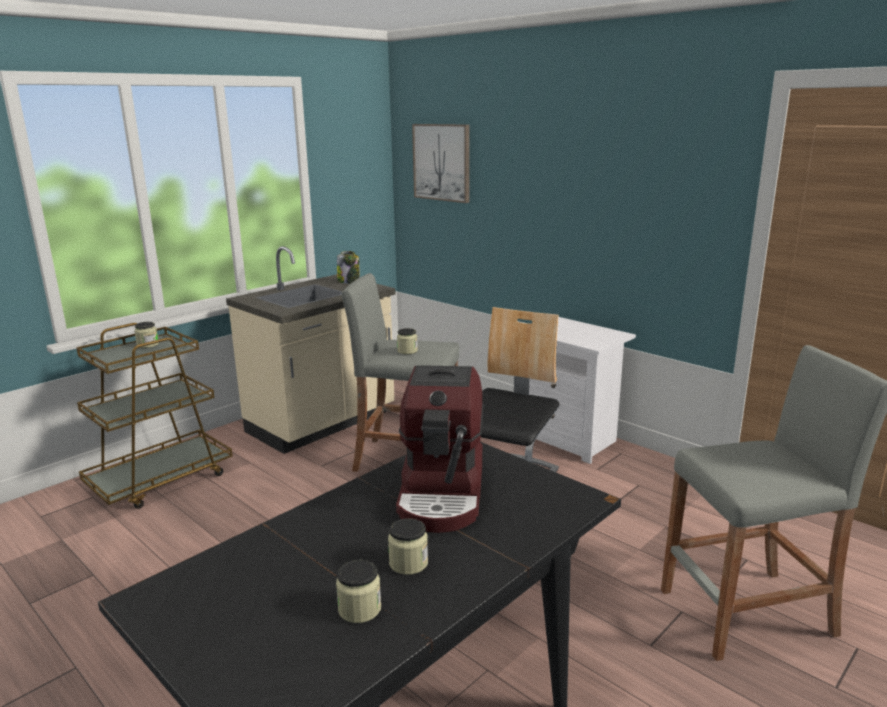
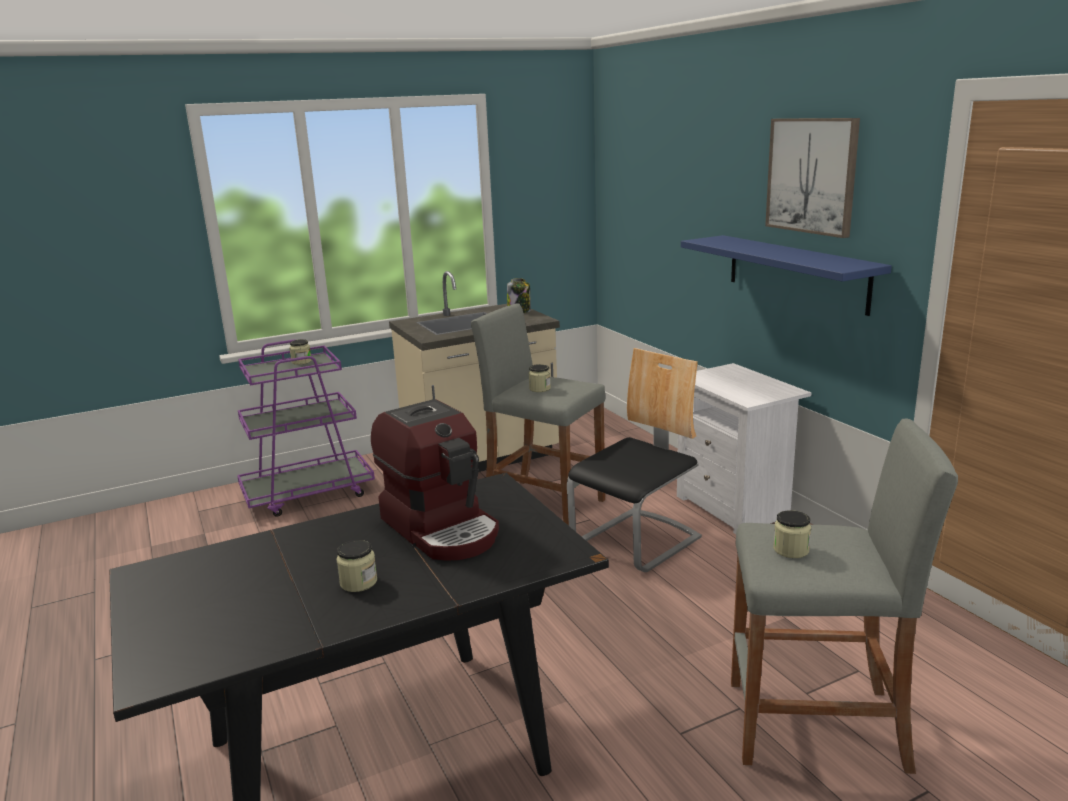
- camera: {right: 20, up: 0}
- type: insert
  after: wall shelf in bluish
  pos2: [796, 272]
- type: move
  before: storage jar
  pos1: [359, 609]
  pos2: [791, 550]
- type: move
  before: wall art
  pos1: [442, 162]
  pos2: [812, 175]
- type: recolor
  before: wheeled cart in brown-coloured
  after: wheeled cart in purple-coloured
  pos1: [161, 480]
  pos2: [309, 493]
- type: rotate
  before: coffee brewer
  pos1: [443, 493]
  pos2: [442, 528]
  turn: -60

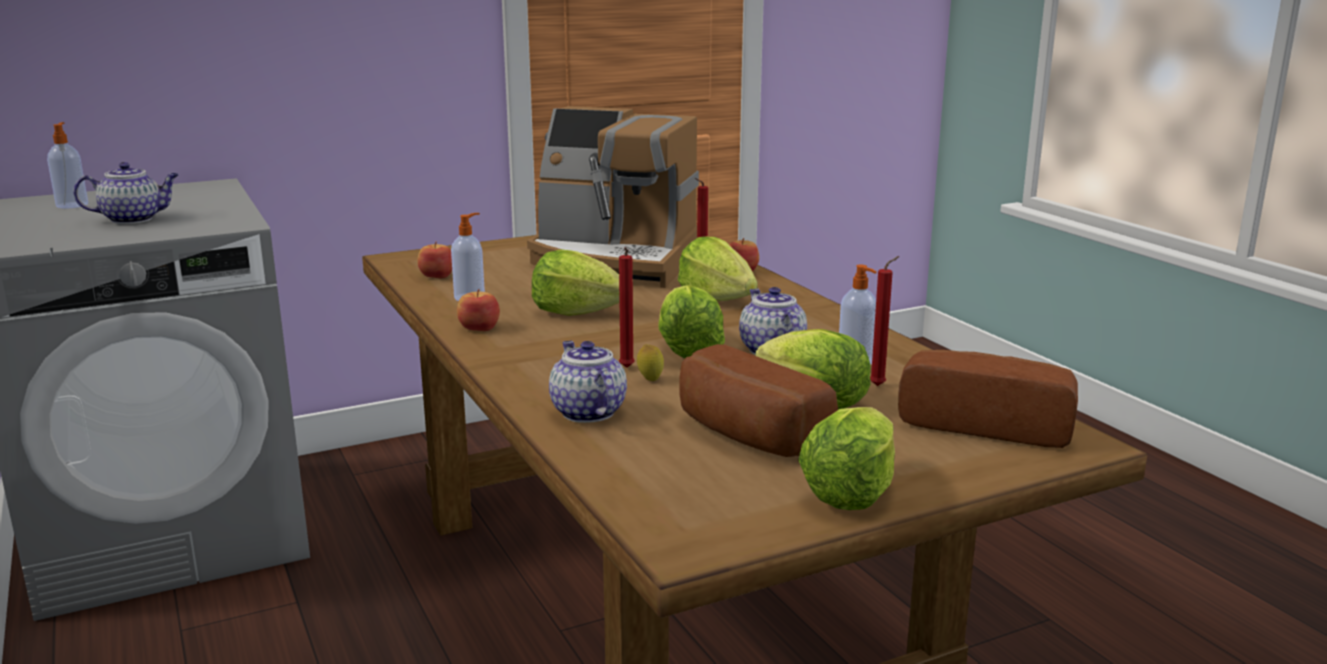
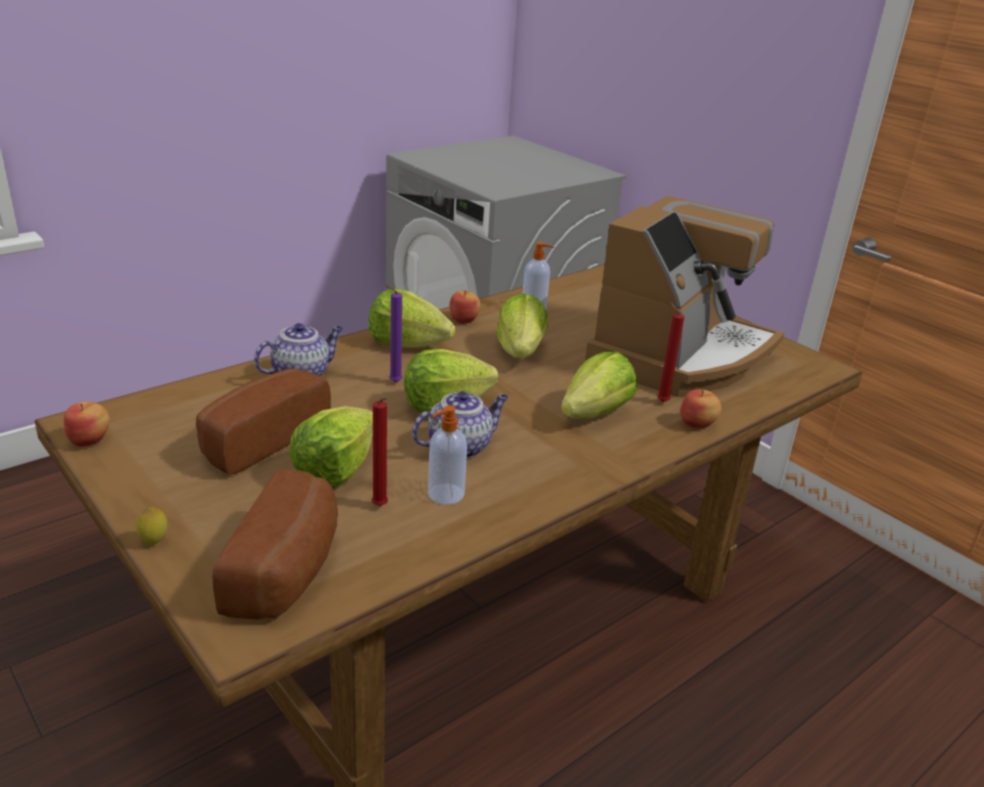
- camera: {right: 75, up: 10}
- type: delete
  before: soap dispenser
  pos1: [72, 205]
- type: delete
  before: pot for tea
  pos1: [134, 219]
- type: move
  before: whole apple
  pos1: [437, 276]
  pos2: [90, 440]
- type: move
  before: lemon
  pos1: [650, 379]
  pos2: [154, 542]
- type: move
  before: head of lettuce
  pos1: [851, 492]
  pos2: [407, 344]
- type: recolor
  before: wax candle in red
  after: wax candle in purple-coloured
  pos1: [626, 368]
  pos2: [393, 382]
- type: rotate
  before: coffee brewer
  pos1: [615, 261]
  pos2: [679, 356]
  turn: -150

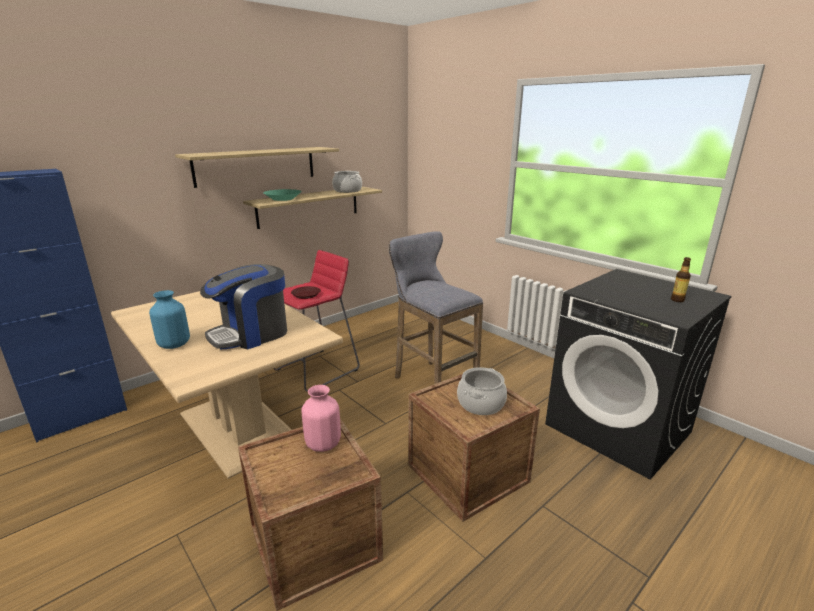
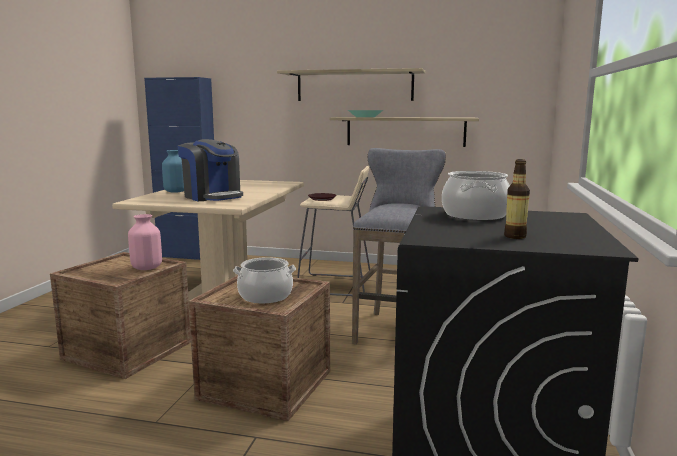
- camera: {right: 55, up: -10}
- type: move
  before: saucepot
  pos1: [347, 190]
  pos2: [474, 215]
- type: recolor
  before: sitting stool in red
  after: sitting stool in beige
  pos1: [317, 370]
  pos2: [335, 285]
- type: rotate
  before: coffee brewer
  pos1: [251, 334]
  pos2: [212, 197]
  turn: -150

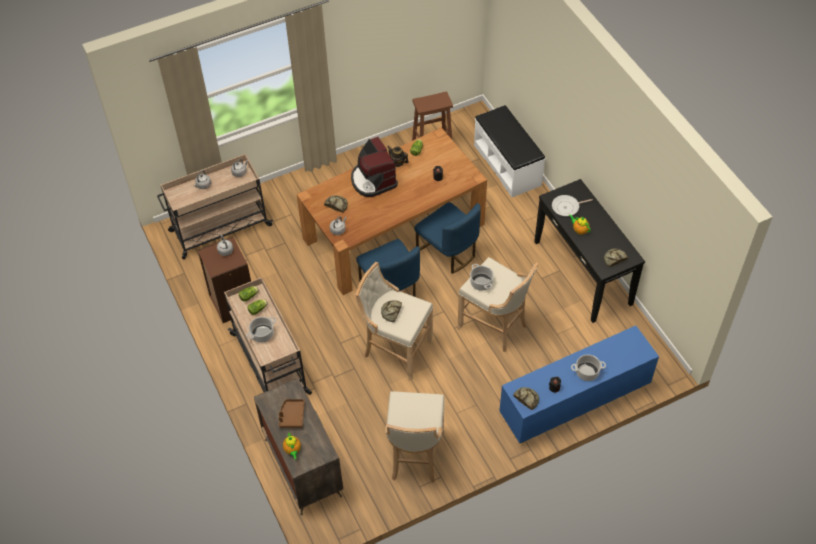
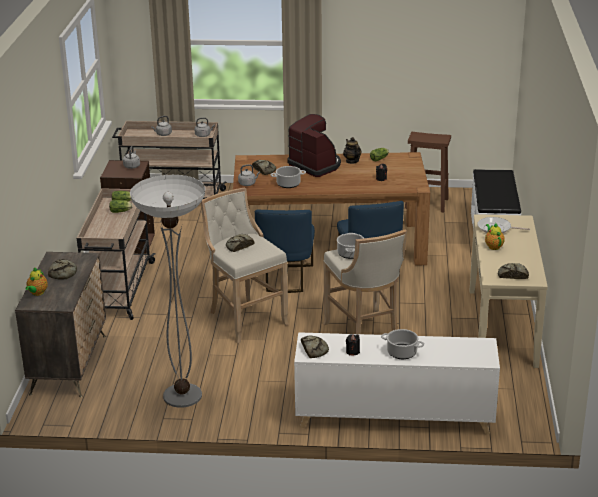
- camera: {right: 30, up: -25}
- type: move
  before: saucepot
  pos1: [262, 334]
  pos2: [288, 184]
- type: replace
  before: serving tray in brown-coloured
  after: bread
  pos1: [292, 416]
  pos2: [64, 273]
- type: replace
  before: sitting stool in beige
  after: standing lamp
  pos1: [415, 457]
  pos2: [182, 396]
- type: recolor
  before: cupboard in bluish
  after: cupboard in white
  pos1: [574, 403]
  pos2: [393, 417]
- type: recolor
  before: hall table in black-coloured
  after: hall table in beige
  pos1: [583, 272]
  pos2: [503, 327]
- type: rotate
  before: coffee brewer
  pos1: [373, 180]
  pos2: [315, 165]
  turn: 135

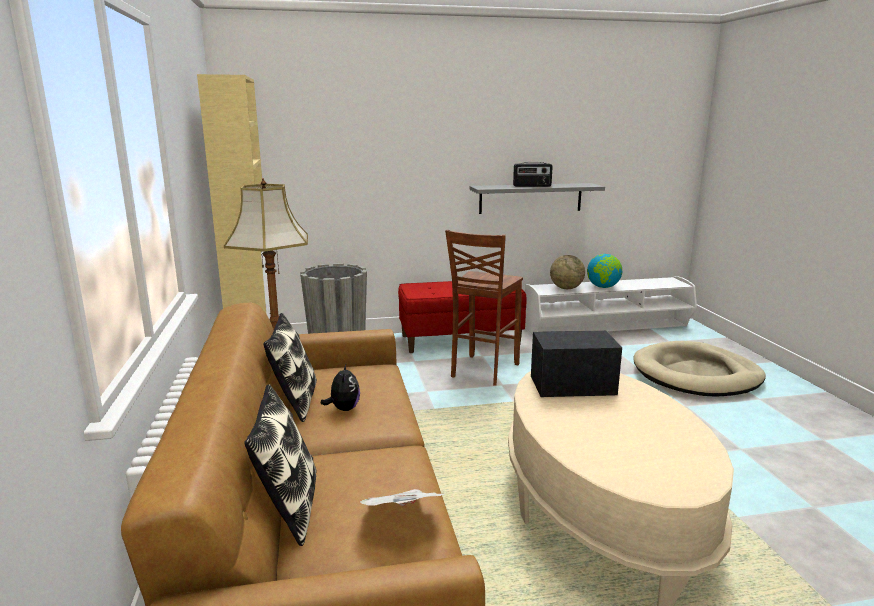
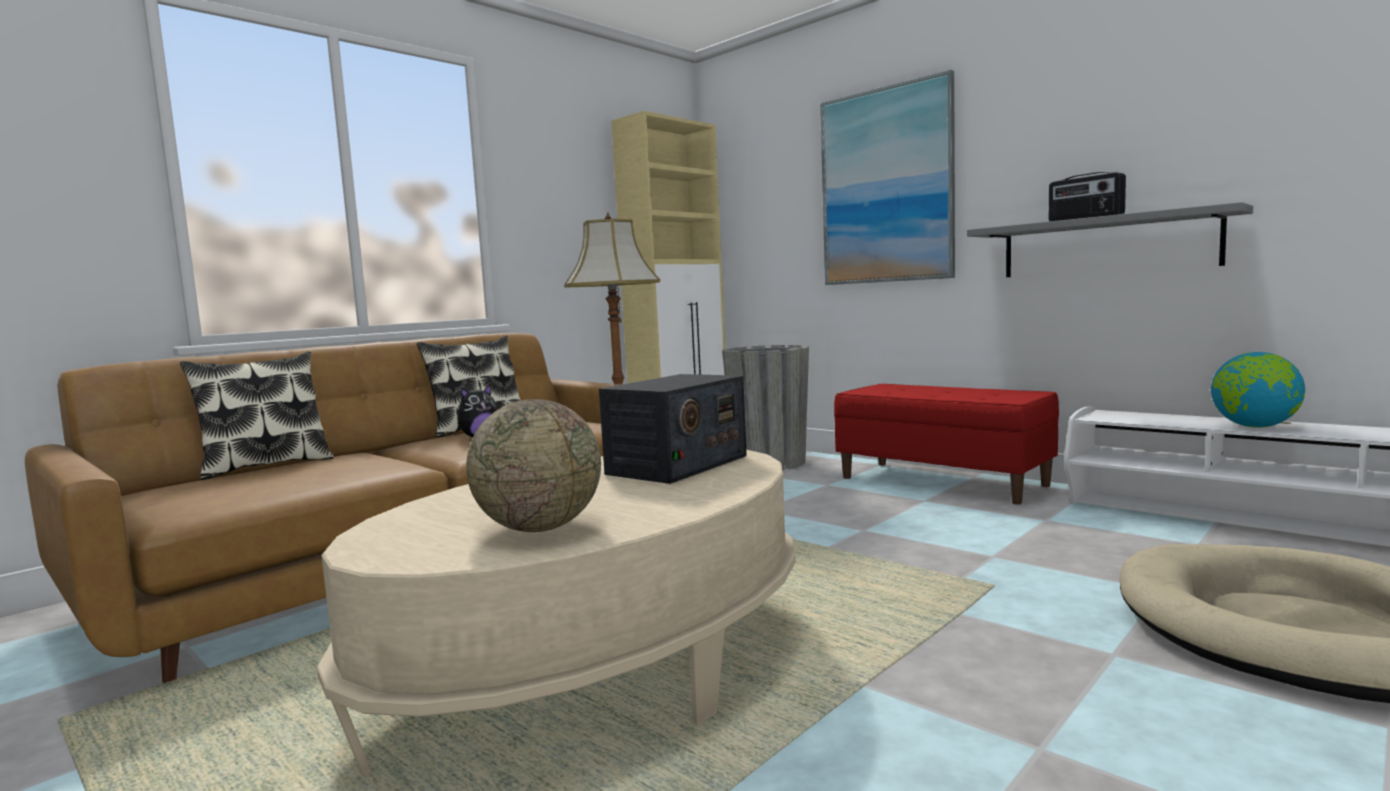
- camera: {right: 55, up: -10}
- type: delete
  before: daily paper
  pos1: [403, 517]
- type: delete
  before: sitting stool in brown-coloured
  pos1: [482, 371]
- type: insert
  after: wall art
  pos2: [886, 186]
- type: move
  before: world globe
  pos1: [566, 288]
  pos2: [539, 528]
- type: rotate
  before: radio set
  pos1: [573, 385]
  pos2: [677, 465]
  turn: 75

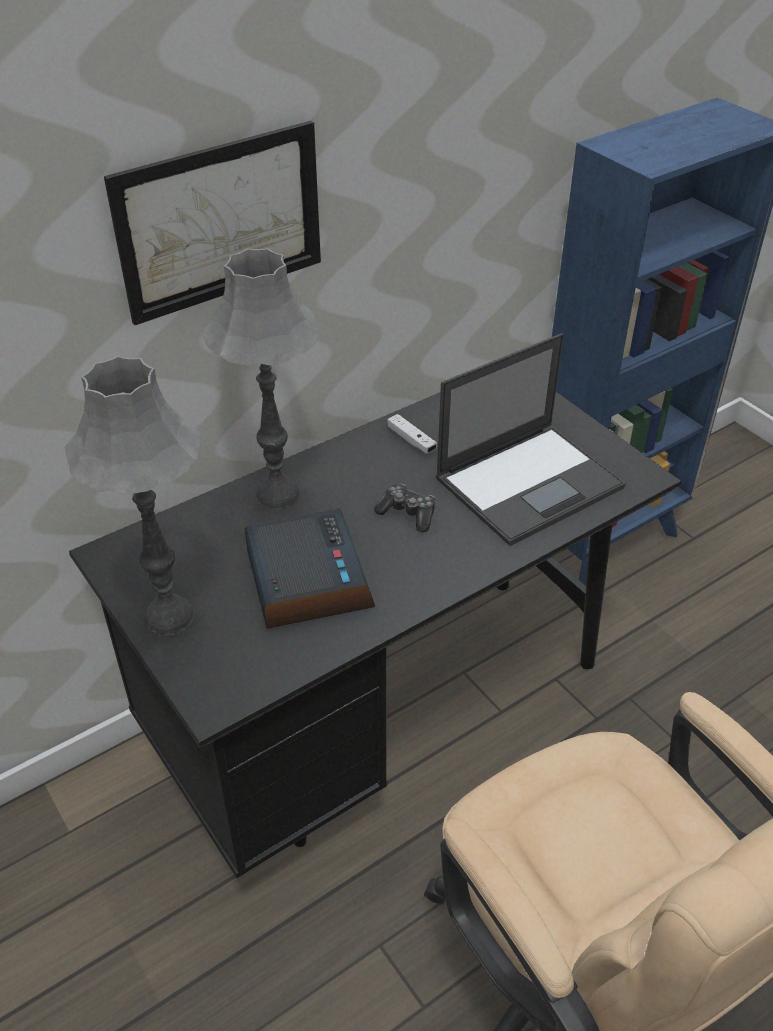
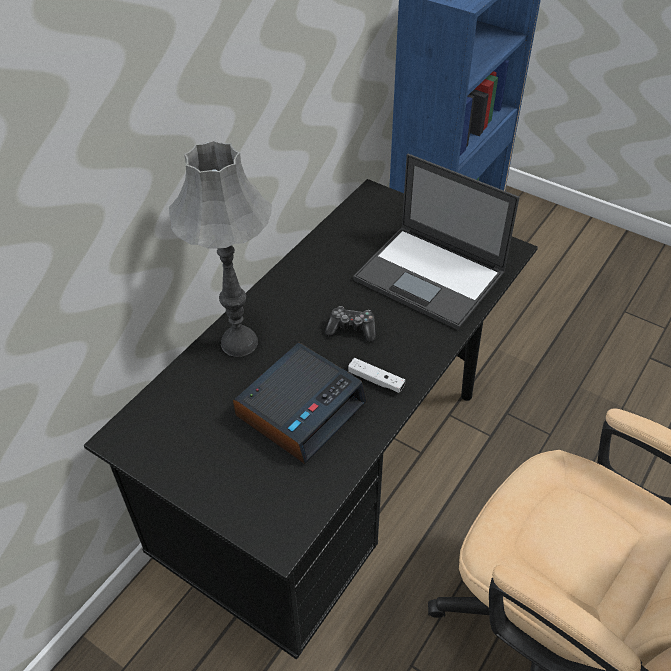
- camera: {right: -20, up: 5}
- type: delete
  before: tabletop lamp in grey
  pos1: [169, 618]
- type: delete
  before: wall art
  pos1: [220, 222]
- type: move
  before: joypad in white
  pos1: [411, 440]
  pos2: [376, 380]
- type: rotate
  before: table clock
  pos1: [306, 579]
  pos2: [300, 408]
  turn: 75
- type: rotate
  before: notebook computer
  pos1: [530, 482]
  pos2: [431, 277]
  turn: 90

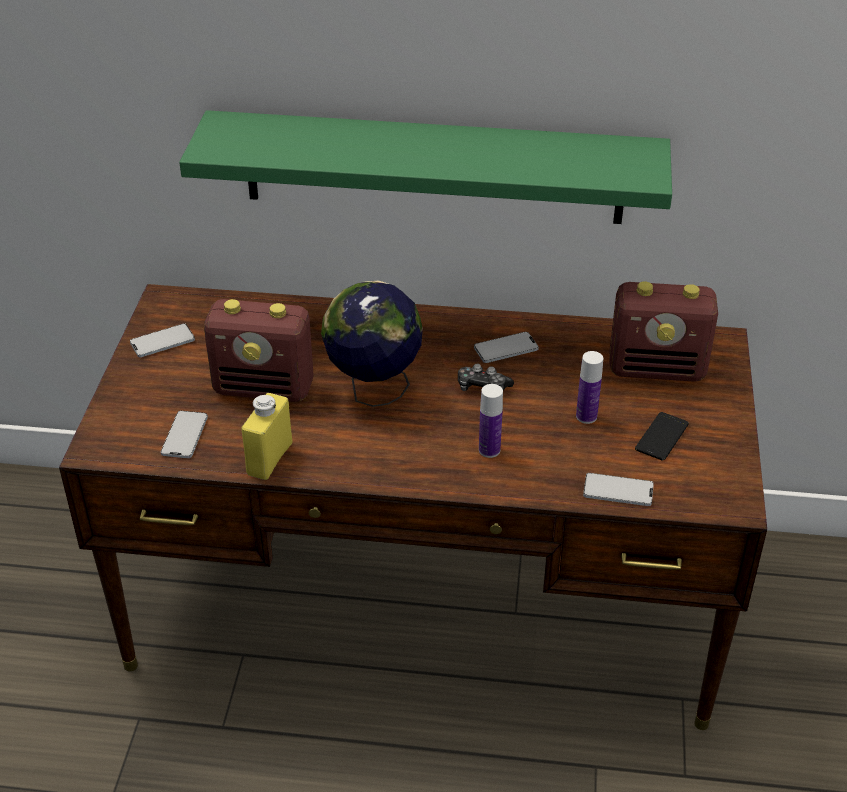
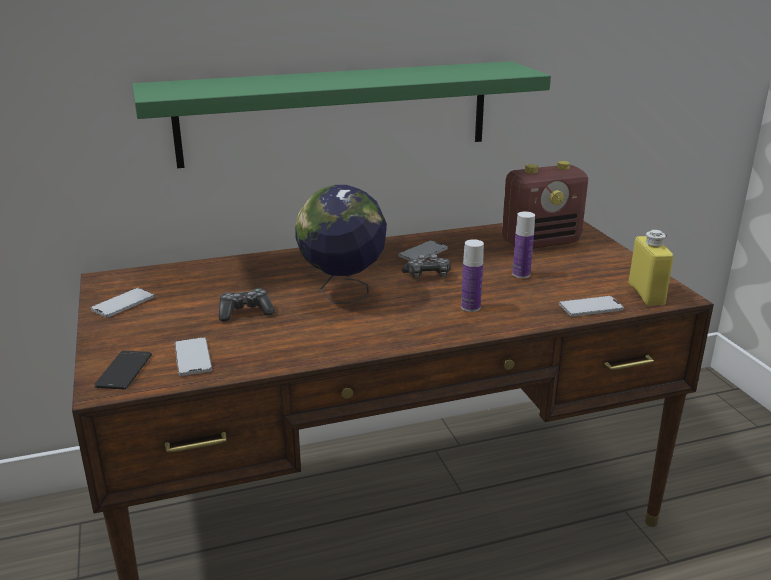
- camera: {right: -25, up: -15}
- type: move
  before: bottle in yellow-coloured
  pos1: [269, 459]
  pos2: [646, 294]
- type: move
  before: handset
  pos1: [662, 437]
  pos2: [124, 370]
- type: replace
  before: radio set
  after: joypad
  pos1: [265, 388]
  pos2: [245, 312]

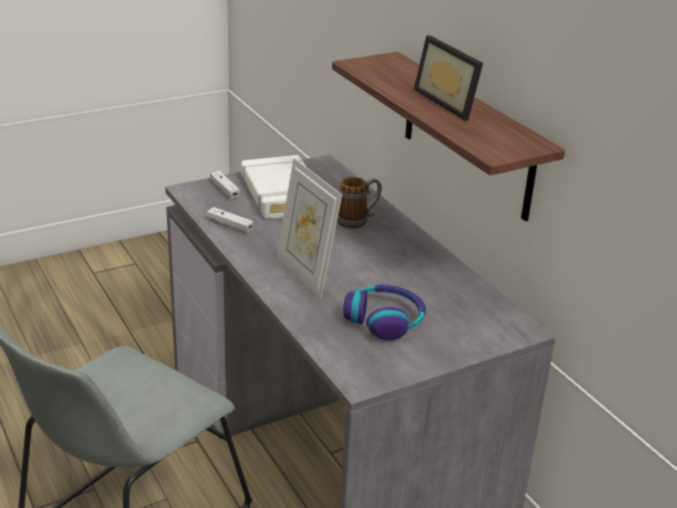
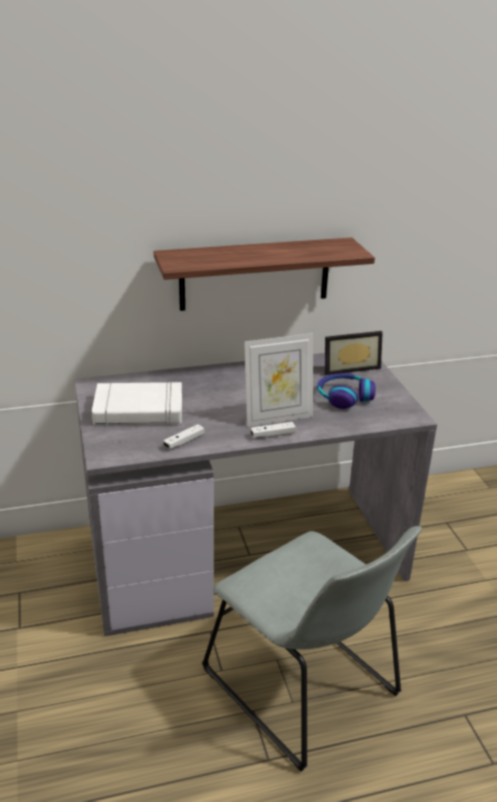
- camera: {right: -75, up: 0}
- type: delete
  before: coffee mug
  pos1: [358, 220]
- type: move
  before: joypad in white
  pos1: [224, 189]
  pos2: [272, 435]
- type: move
  before: picture frame
  pos1: [451, 102]
  pos2: [349, 367]

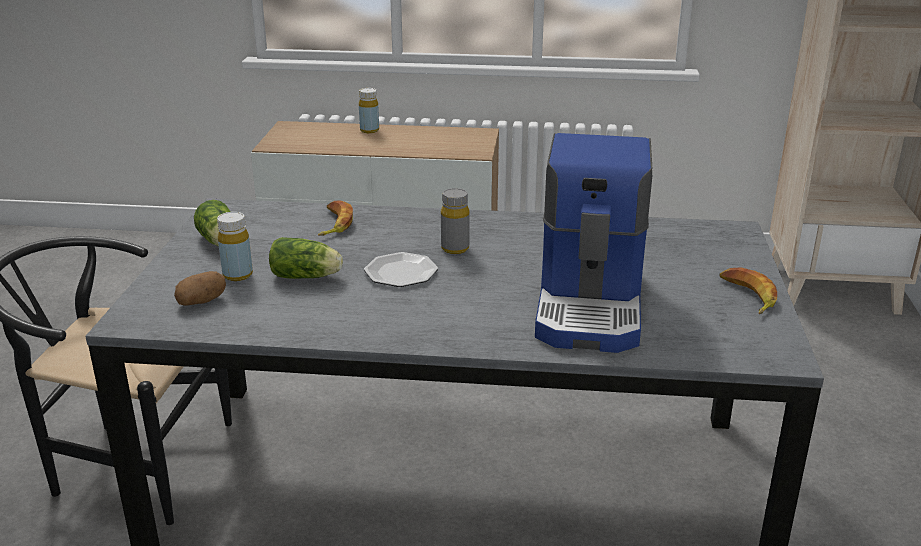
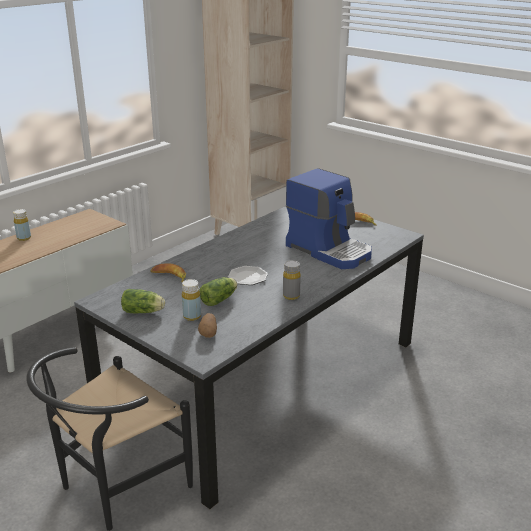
- camera: {right: -55, up: 0}
- type: move
  before: bottle in grey
  pos1: [455, 248]
  pos2: [291, 296]

